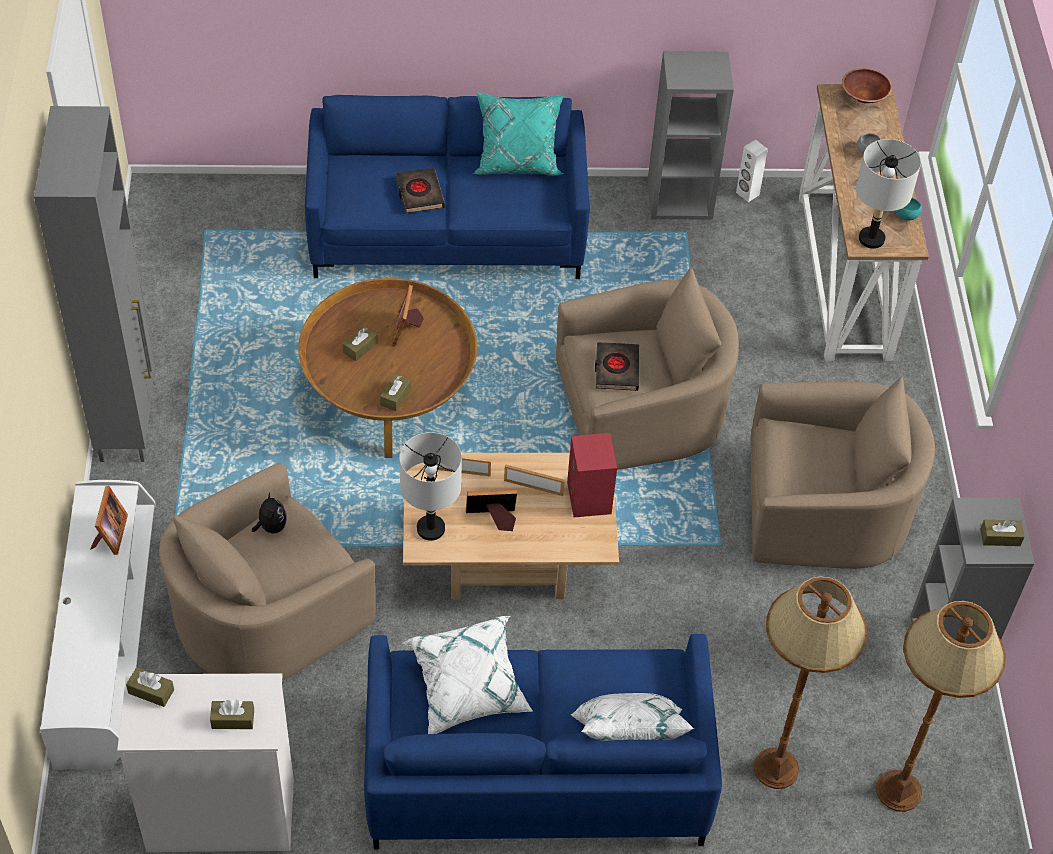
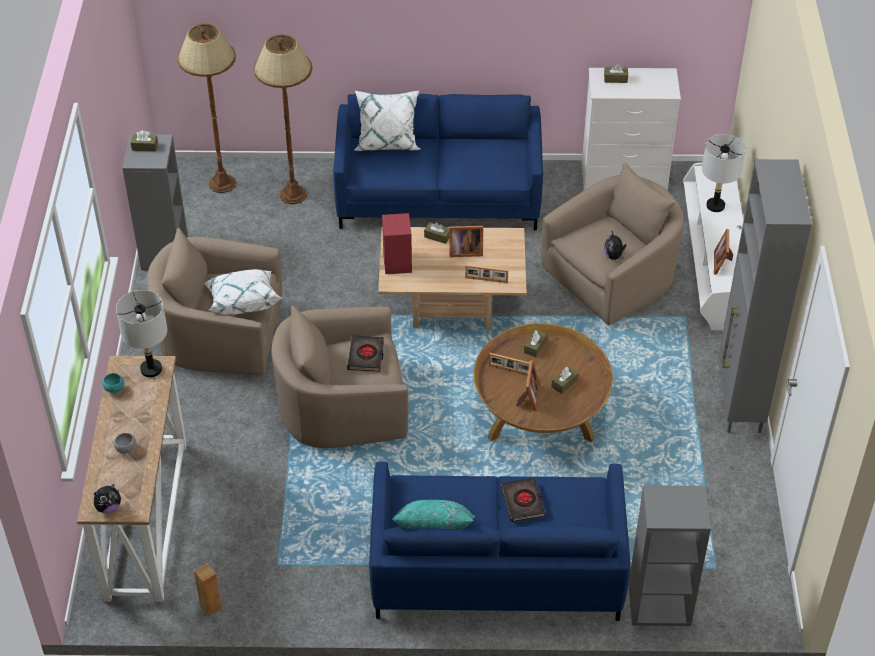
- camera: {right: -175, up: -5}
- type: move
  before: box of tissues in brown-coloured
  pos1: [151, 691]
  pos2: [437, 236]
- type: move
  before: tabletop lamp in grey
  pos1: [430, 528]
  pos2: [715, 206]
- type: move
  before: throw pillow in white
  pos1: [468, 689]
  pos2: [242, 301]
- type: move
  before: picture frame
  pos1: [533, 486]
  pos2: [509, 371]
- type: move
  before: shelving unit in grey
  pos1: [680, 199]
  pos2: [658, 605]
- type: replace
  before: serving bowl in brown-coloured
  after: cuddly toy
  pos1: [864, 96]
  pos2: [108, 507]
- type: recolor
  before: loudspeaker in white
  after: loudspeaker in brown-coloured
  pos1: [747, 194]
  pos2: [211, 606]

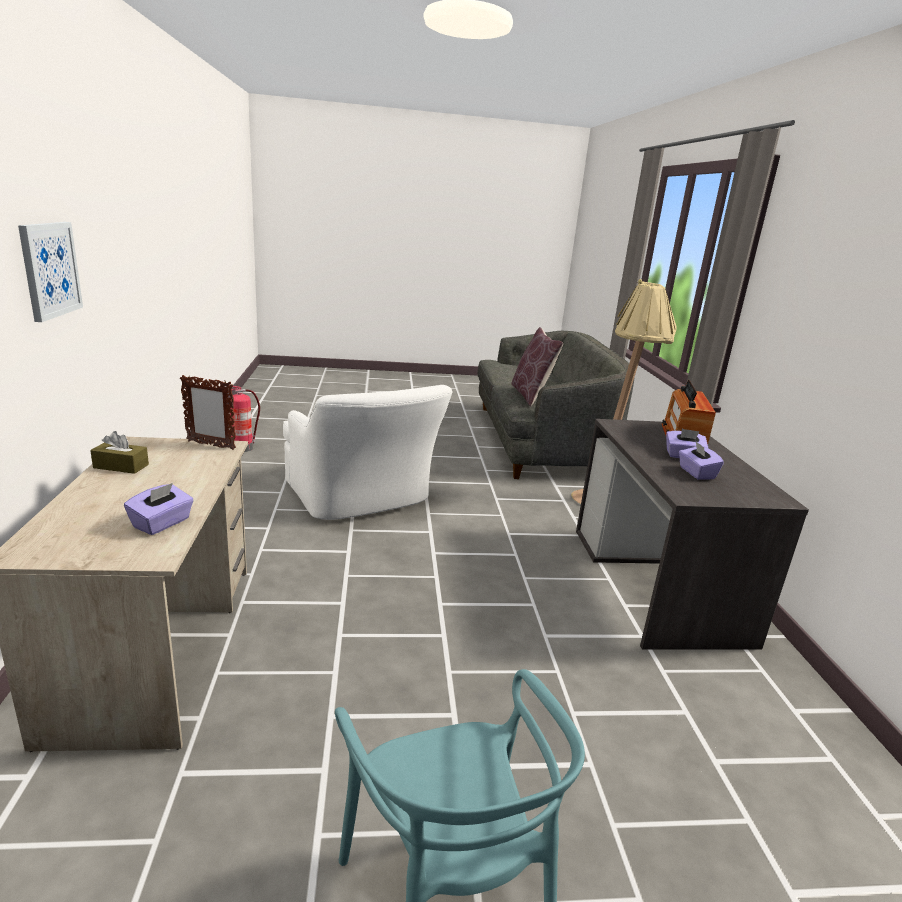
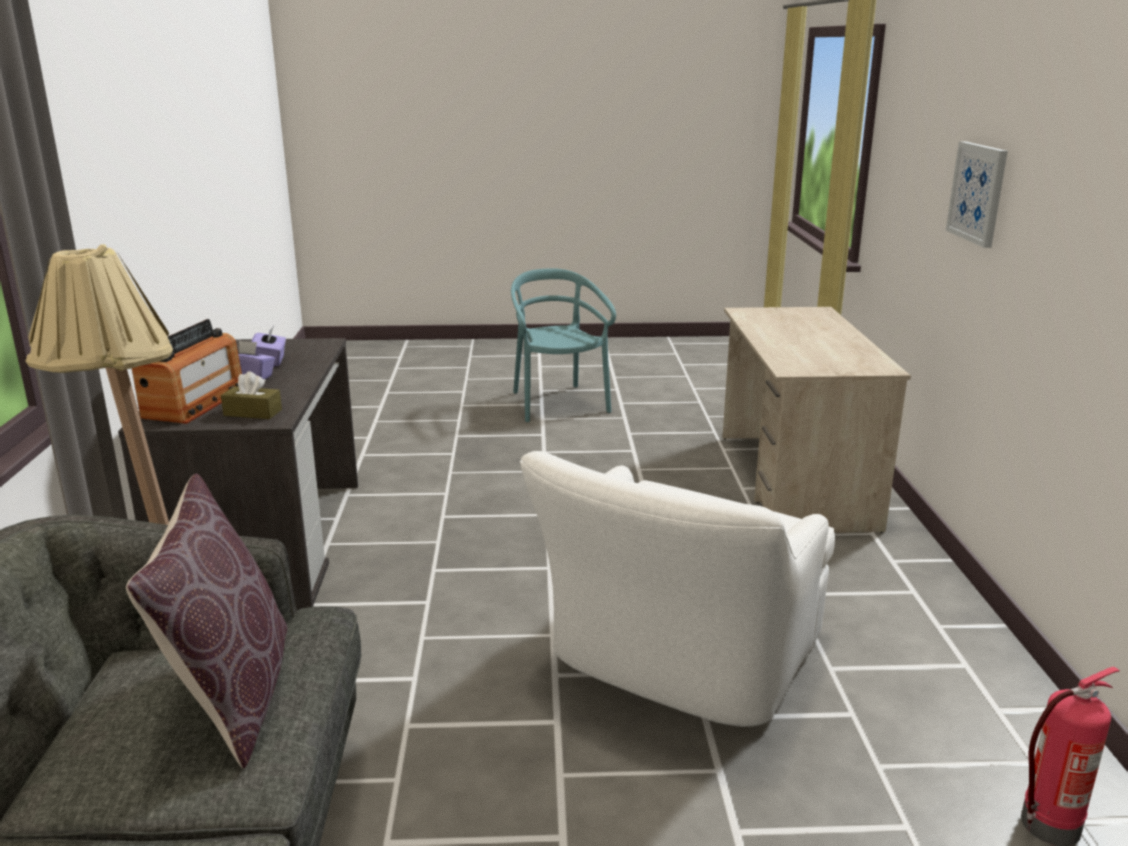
- camera: {right: -175, up: 0}
- type: delete
  before: box of tissues in purple-coloured
  pos1: [162, 523]
- type: delete
  before: picture frame
  pos1: [210, 445]
- type: move
  before: box of tissues in brown-coloured
  pos1: [121, 466]
  pos2: [253, 413]
- type: rotate
  before: armchair in white
  pos1: [361, 498]
  pos2: [676, 661]
  turn: -120

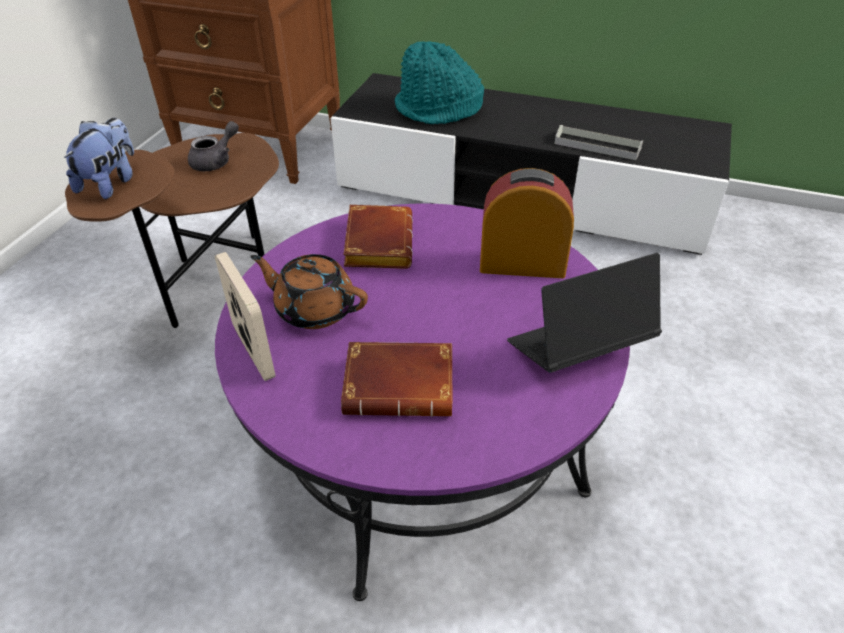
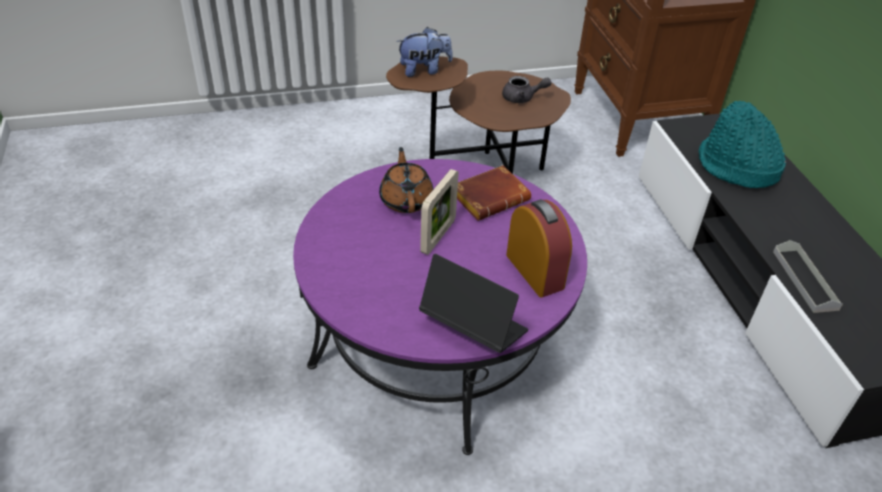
- camera: {right: 55, up: 0}
- type: delete
  before: volume in brown-coloured
  pos1: [402, 385]
- type: move
  before: picture frame
  pos1: [253, 352]
  pos2: [438, 236]

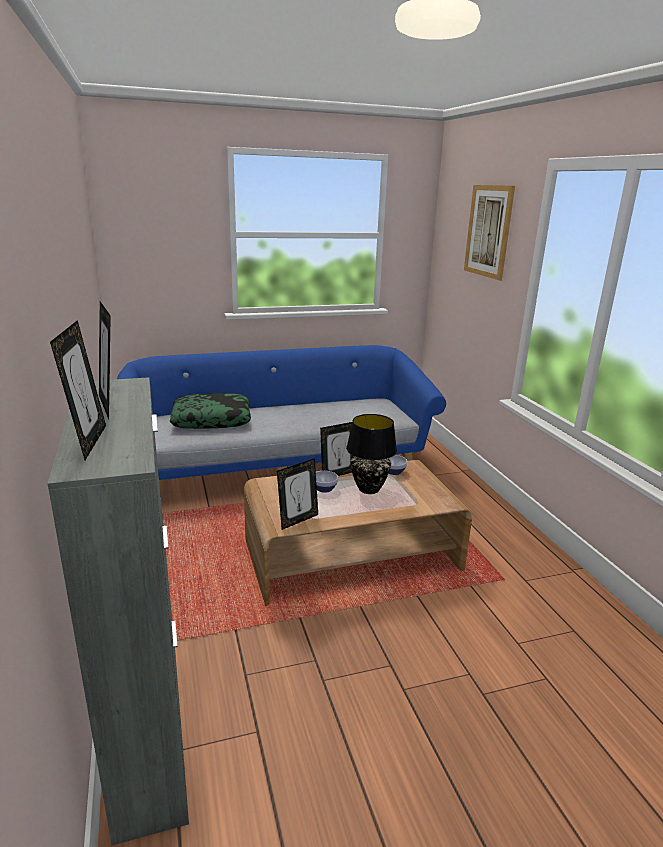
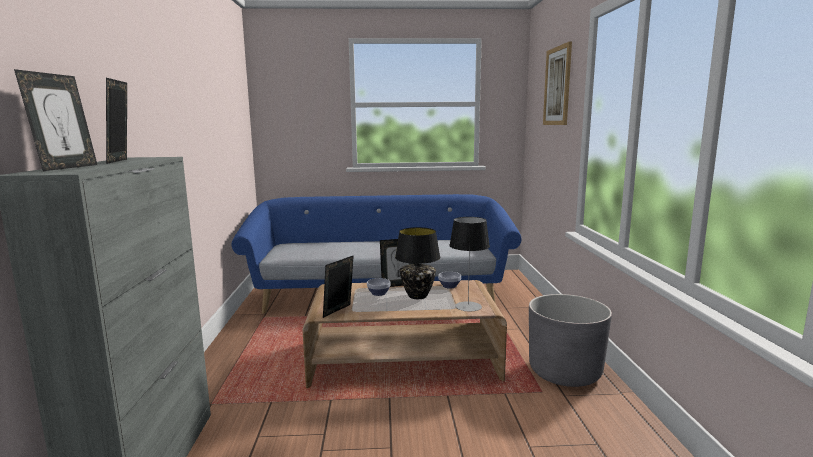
- camera: {right: 15, up: -10}
- type: delete
  before: throw pillow
  pos1: [212, 419]
- type: insert
  after: tabletop lamp
  pos2: [468, 306]
- type: insert
  after: flower pot in grey
  pos2: [565, 372]
- type: rotate
  before: picture frame
  pos1: [298, 520]
  pos2: [339, 311]
  turn: 150

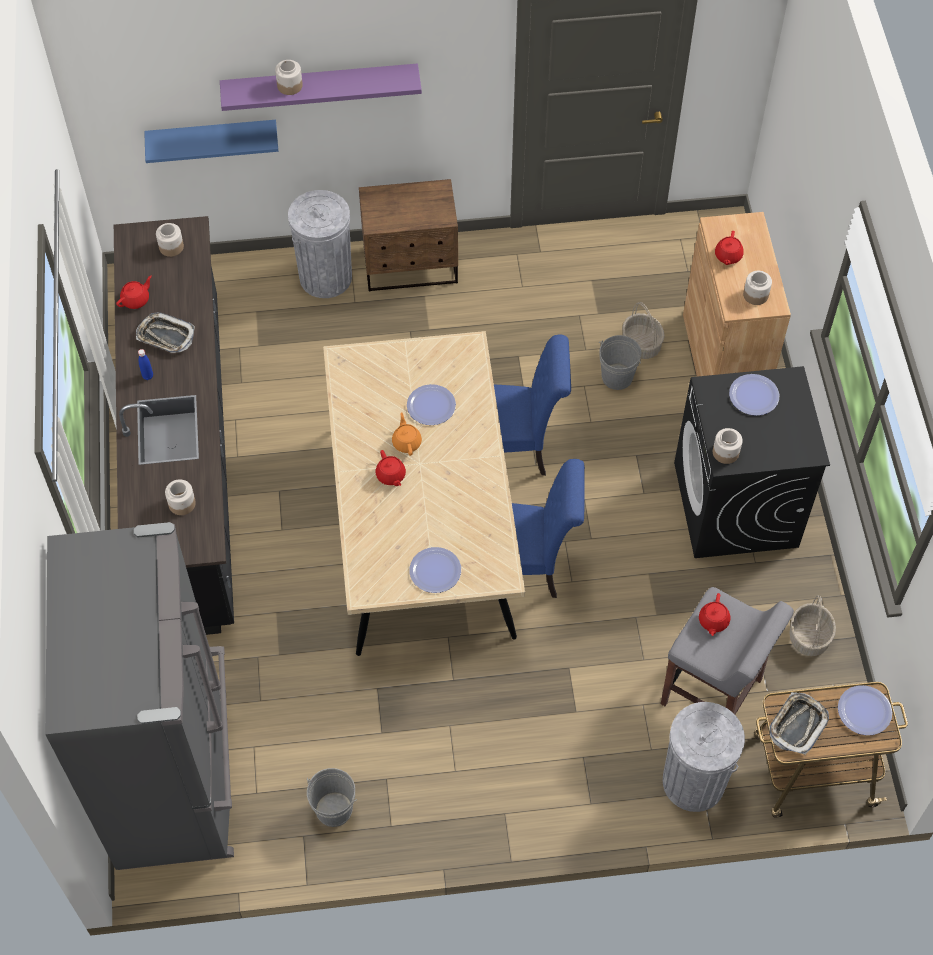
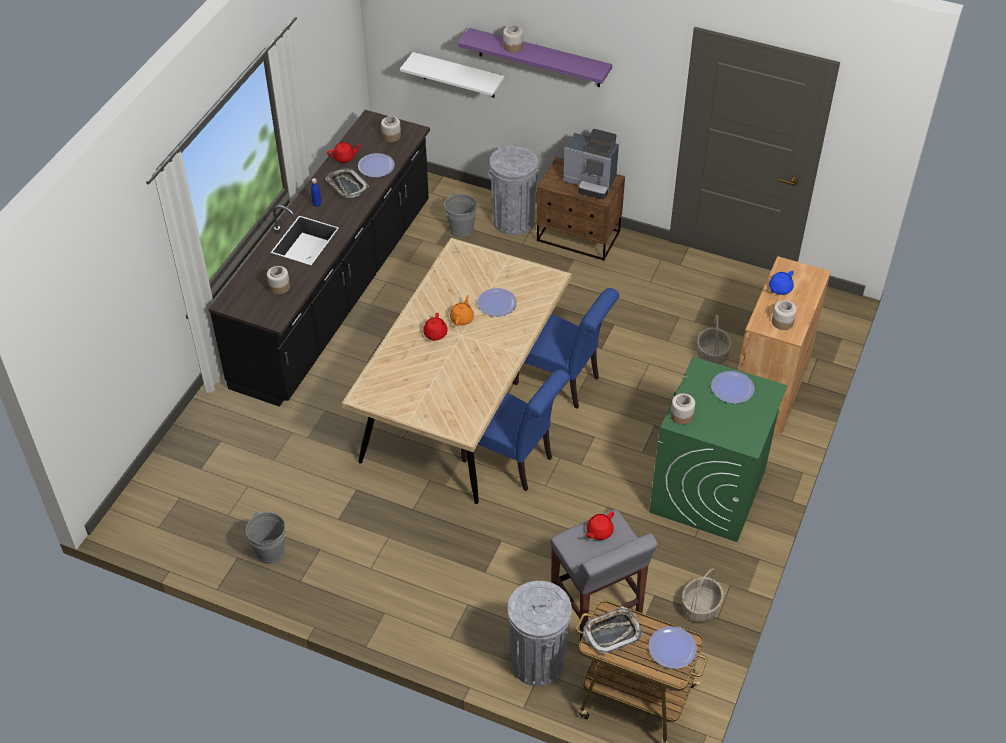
- camera: {right: 30, up: -10}
- type: delete
  before: fridge in grey
  pos1: [177, 776]
- type: insert
  after: coffee brewer
  pos2: [590, 182]
- type: move
  before: dinner plate
  pos1: [435, 570]
  pos2: [376, 166]
- type: move
  before: pail in grey
  pos1: [617, 377]
  pos2: [461, 229]
- type: recolor
  before: wall shelf in bluish
  after: wall shelf in white
  pos1: [212, 138]
  pos2: [458, 75]
- type: recolor
  before: laundry machine in black-coloured
  after: laundry machine in green-coloured
  pos1: [736, 505]
  pos2: [708, 492]
- type: recolor
  before: pot for tea in red
  after: pot for tea in bluish
  pos1: [728, 256]
  pos2: [779, 289]

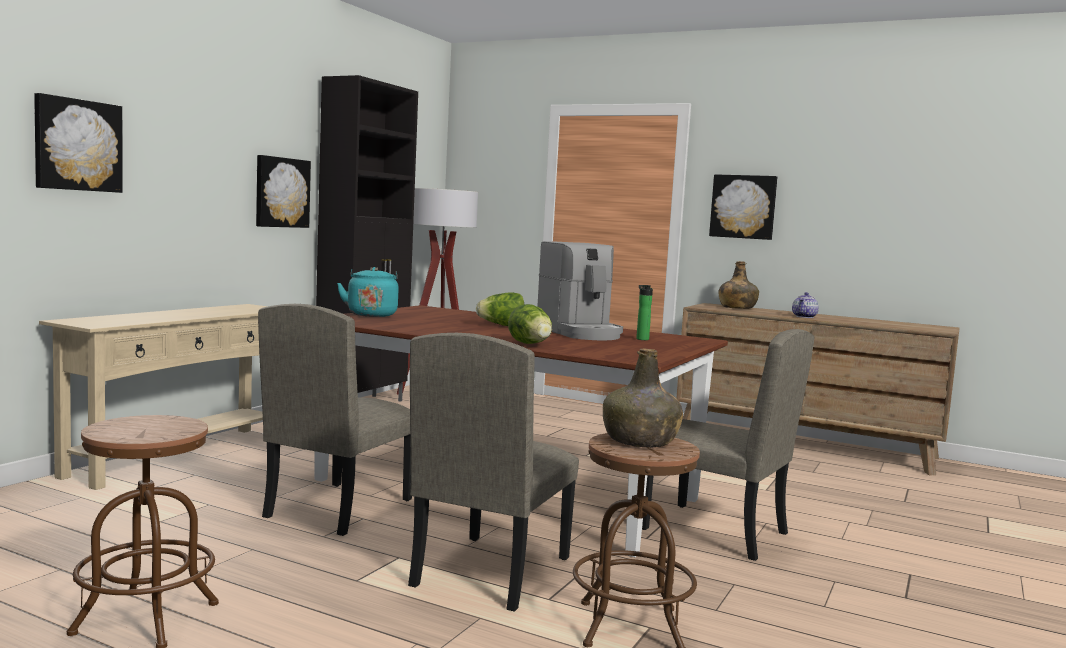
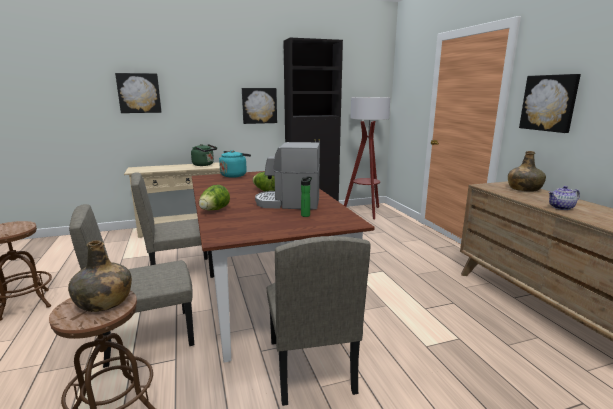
- camera: {right: 45, up: 10}
- type: insert
  after: tea kettle in green-coloured
  pos2: [204, 165]
- type: rotate
  before: coffee brewer
  pos1: [580, 333]
  pos2: [288, 203]
  turn: 75

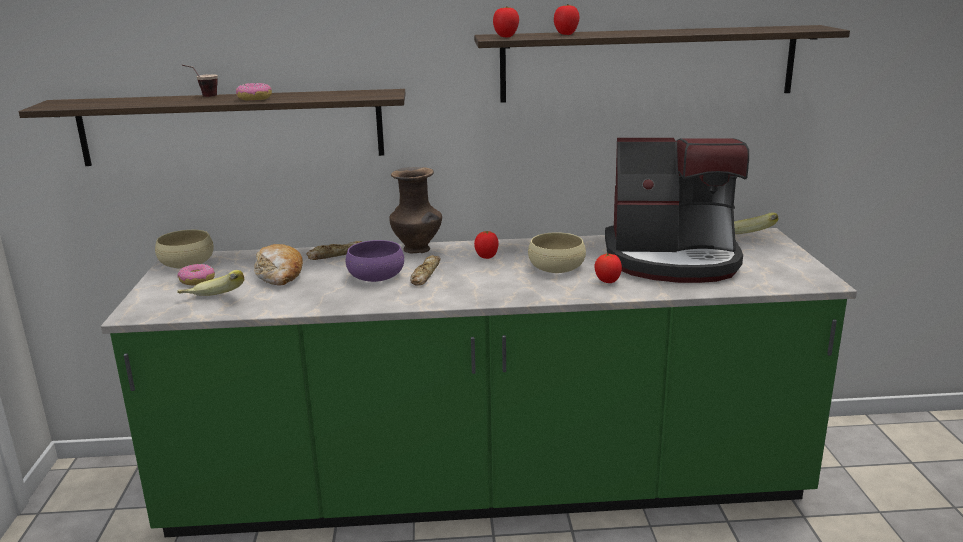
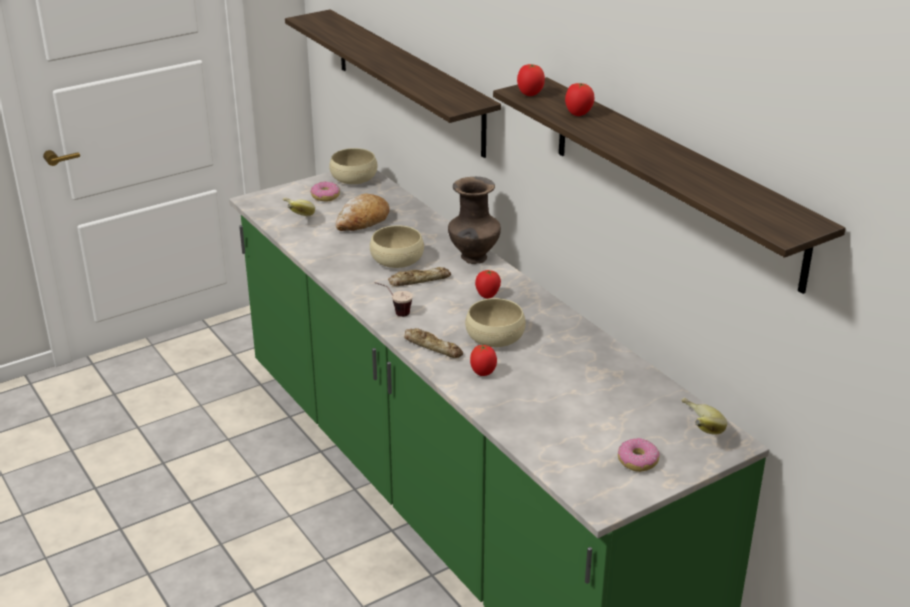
- camera: {right: 60, up: 10}
- type: delete
  before: coffee brewer
  pos1: [673, 260]
- type: move
  before: small cup
  pos1: [203, 97]
  pos2: [394, 313]
- type: move
  before: doughnut
  pos1: [254, 98]
  pos2: [637, 461]
- type: move
  before: bread
  pos1: [337, 254]
  pos2: [433, 347]
- type: recolor
  before: serving bowl in purple-coloured
  after: serving bowl in beige
  pos1: [376, 276]
  pos2: [397, 260]

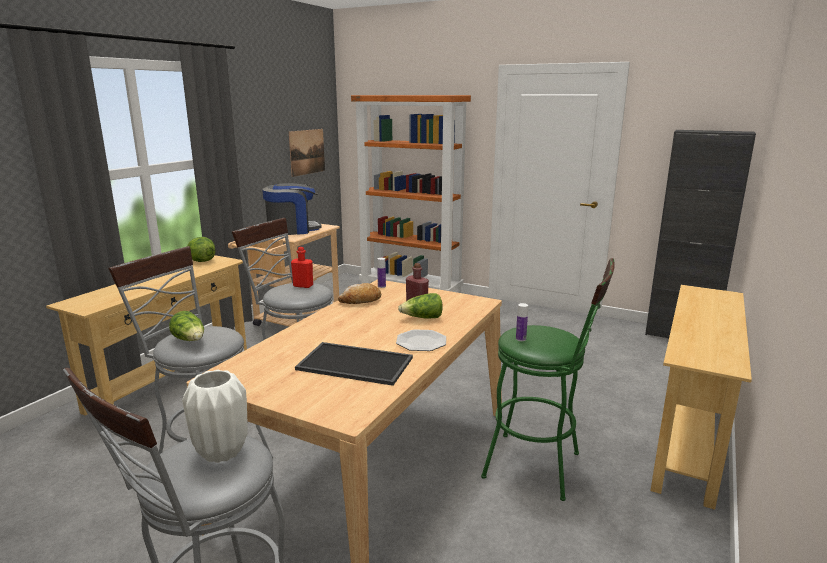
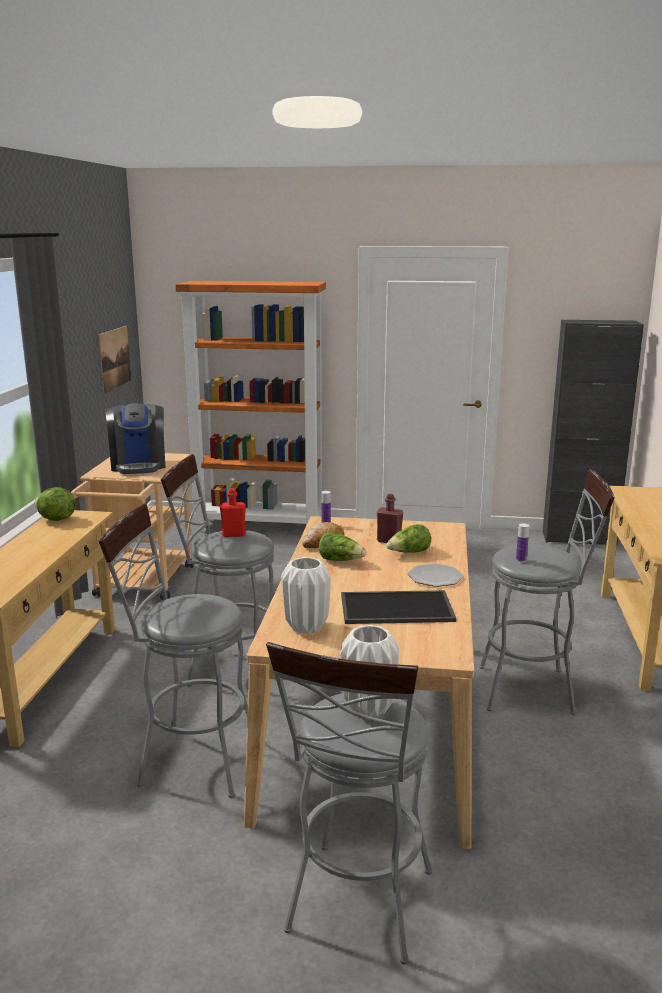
- camera: {right: -20, up: 0}
- type: insert
  after: decorative vase in white
  pos2: [307, 627]
- type: move
  before: head of lettuce
  pos1: [190, 340]
  pos2: [341, 560]
- type: recolor
  before: sitting stool in green-coloured
  after: sitting stool in grey
  pos1: [541, 467]
  pos2: [535, 690]
- type: rotate
  before: coffee brewer
  pos1: [292, 230]
  pos2: [138, 465]
  turn: 120

